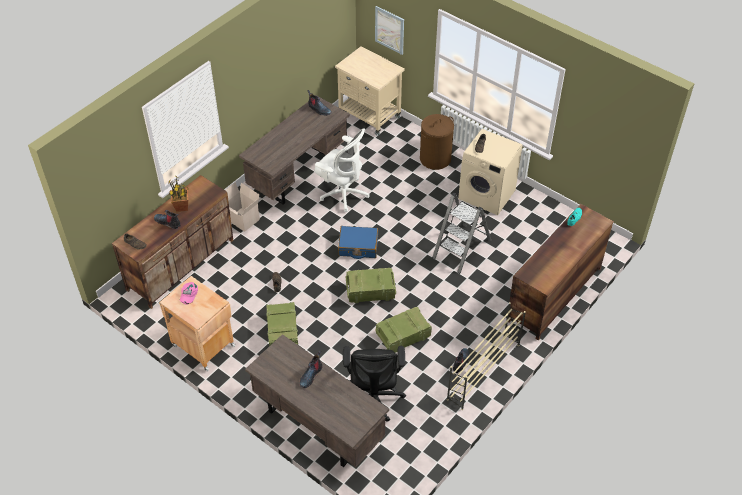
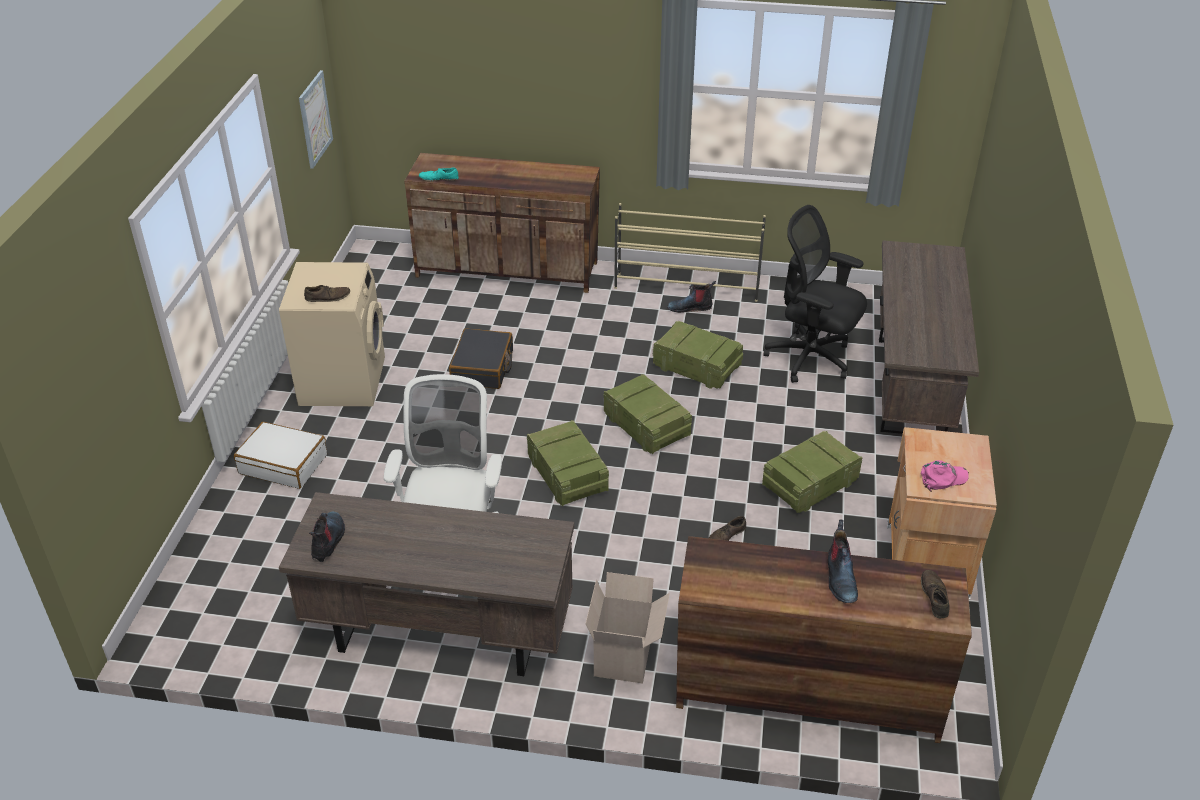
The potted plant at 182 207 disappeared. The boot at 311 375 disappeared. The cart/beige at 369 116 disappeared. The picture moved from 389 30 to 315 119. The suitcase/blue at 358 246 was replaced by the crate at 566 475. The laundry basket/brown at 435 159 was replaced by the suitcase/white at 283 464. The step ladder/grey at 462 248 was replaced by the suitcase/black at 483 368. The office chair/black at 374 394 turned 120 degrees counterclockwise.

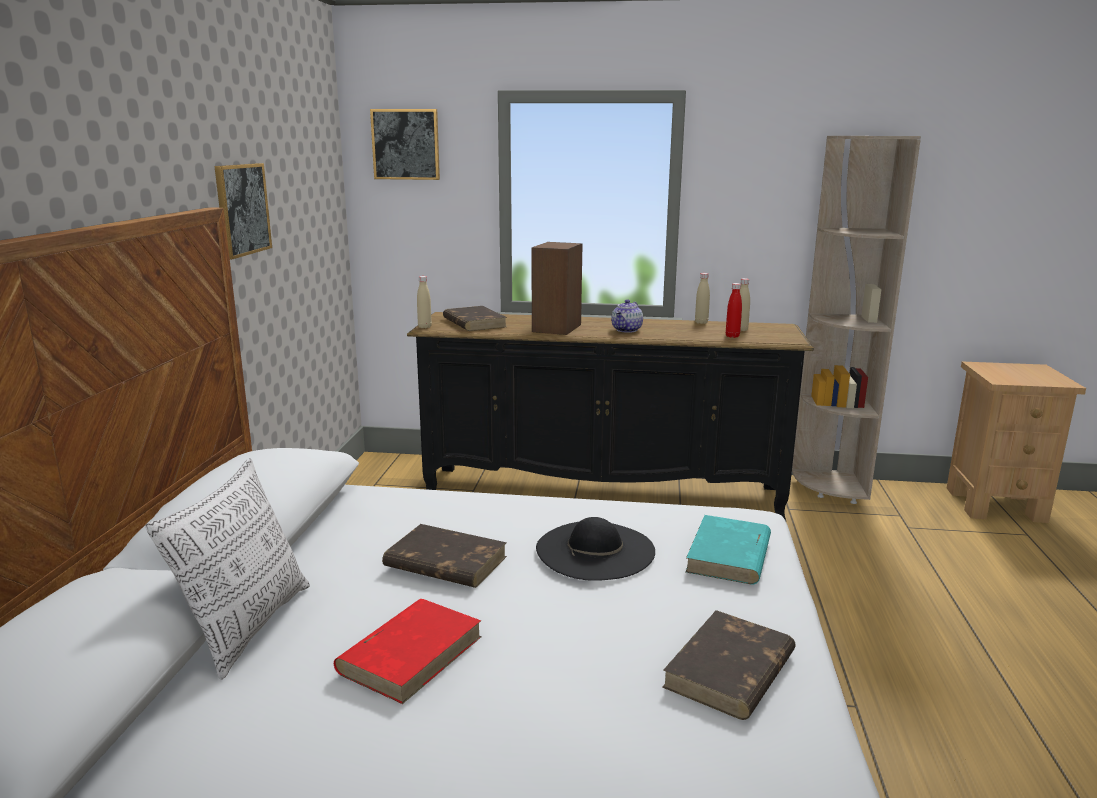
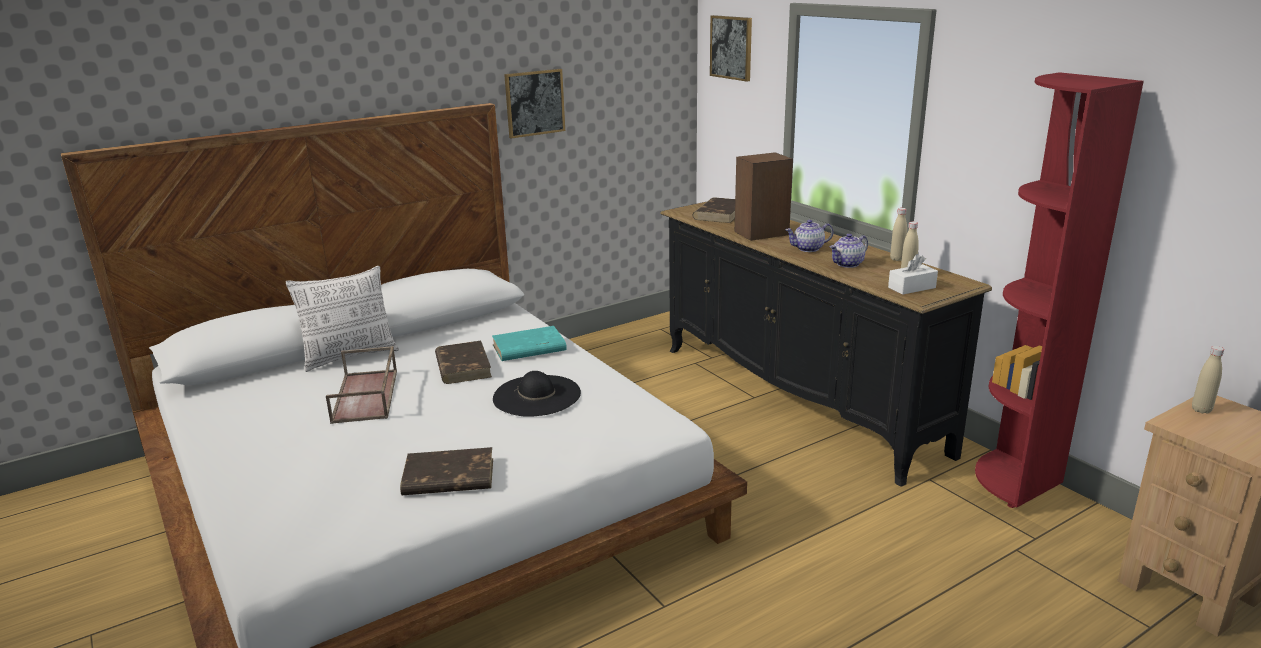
The bottle/red at 732 336 disappeared. The teapot at 847 264 appeared. The tissue box/white at 911 287 appeared. The bottle/beige moved from 424 327 to 1201 410. The book/turquoise moved from 729 555 to 528 348. The book/red at 411 653 was replaced by the tray/brown at 366 396. The bookcase/beige at 830 492 became the bookcase/red at 1009 487.

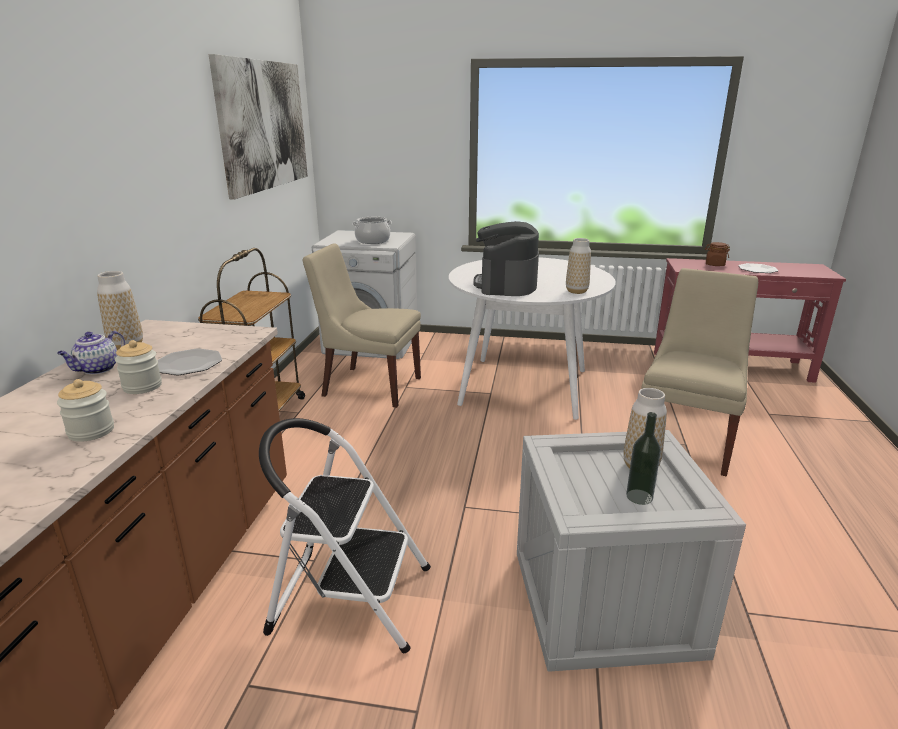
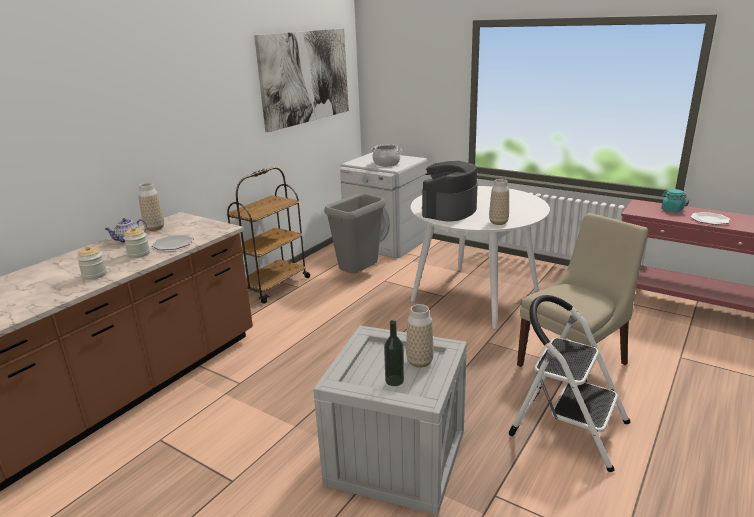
The step ladder moved from 346 598 to 565 427. The chair/beige at 369 386 was replaced by the trash can/grey at 358 276. The jar/brown at 714 264 became the jar/turquoise at 671 210.

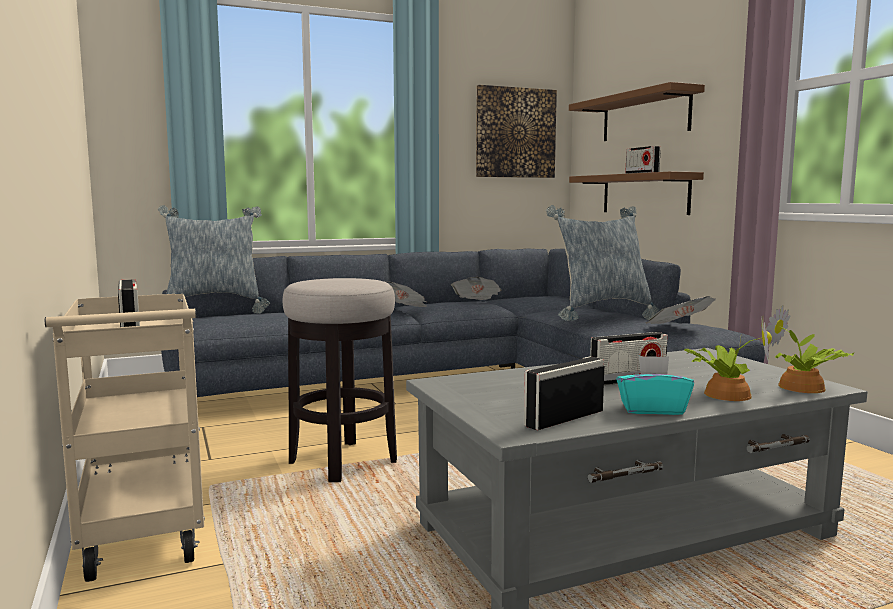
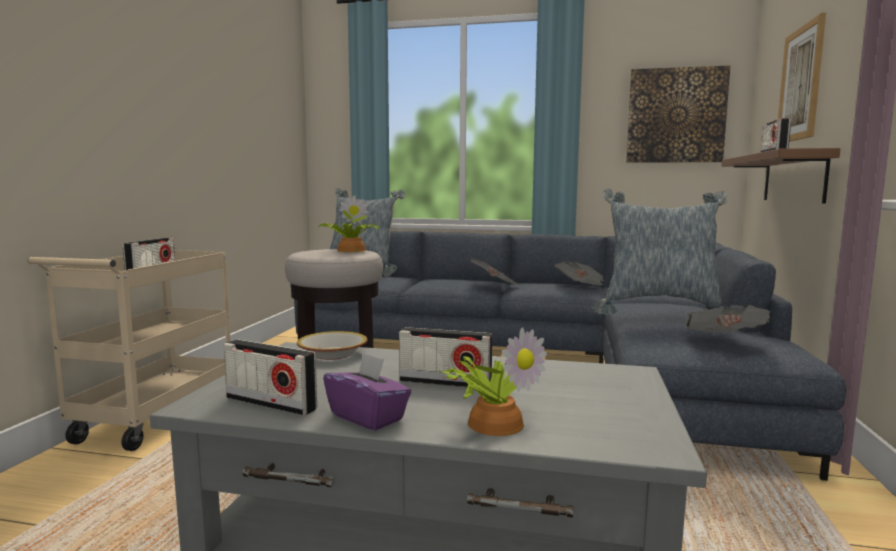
The bowl at 333 354 appeared. The potted plant moved from 803 388 to 350 250. The shelf/brown at 645 116 was replaced by the picture at 800 84. The tissue box/turquoise at 652 409 became the tissue box/purple at 368 417. The radio at 564 418 turned 150 degrees counterclockwise.

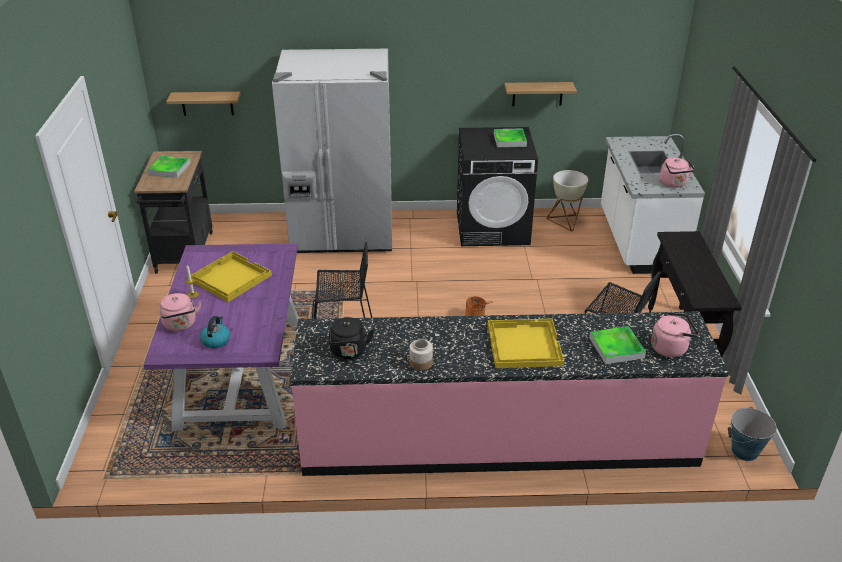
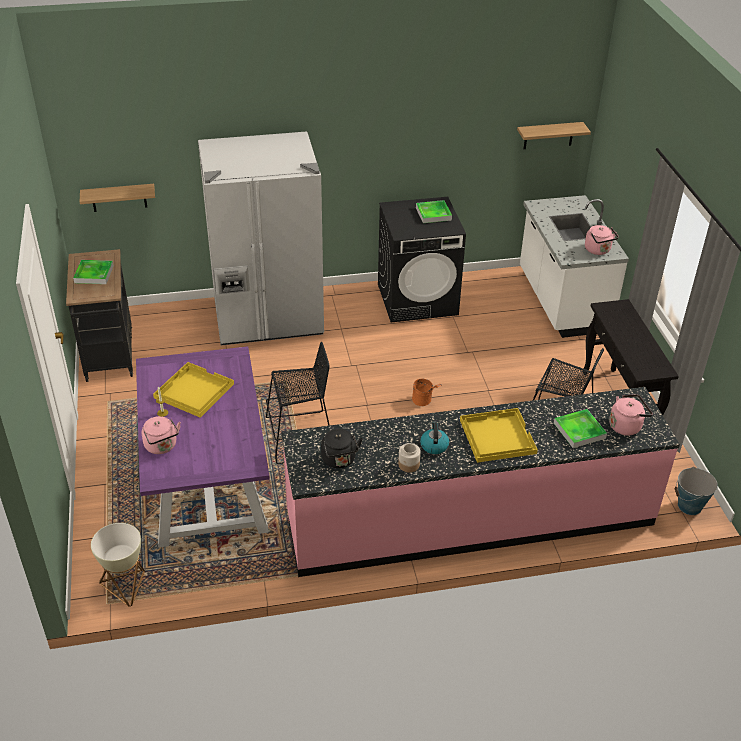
The kettle moved from 216 340 to 434 445. The shelf moved from 537 94 to 548 135. The planter moved from 565 221 to 126 586.

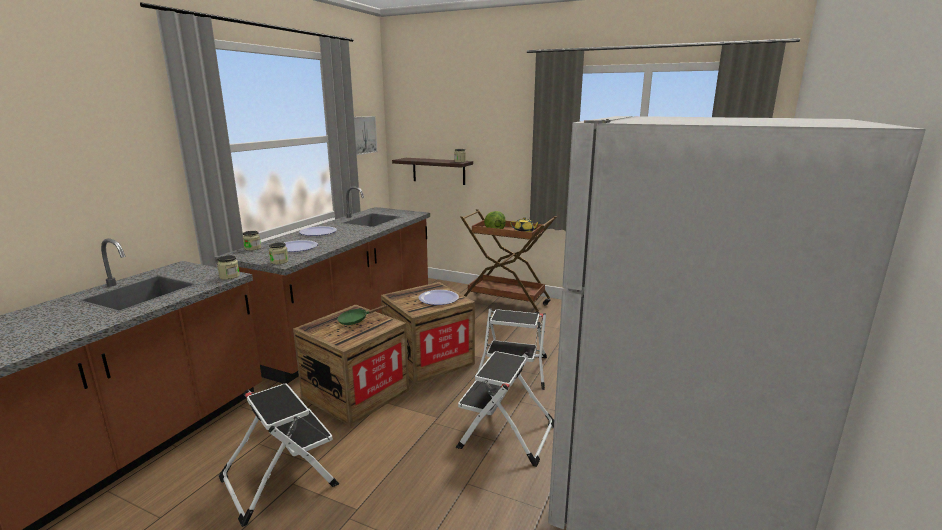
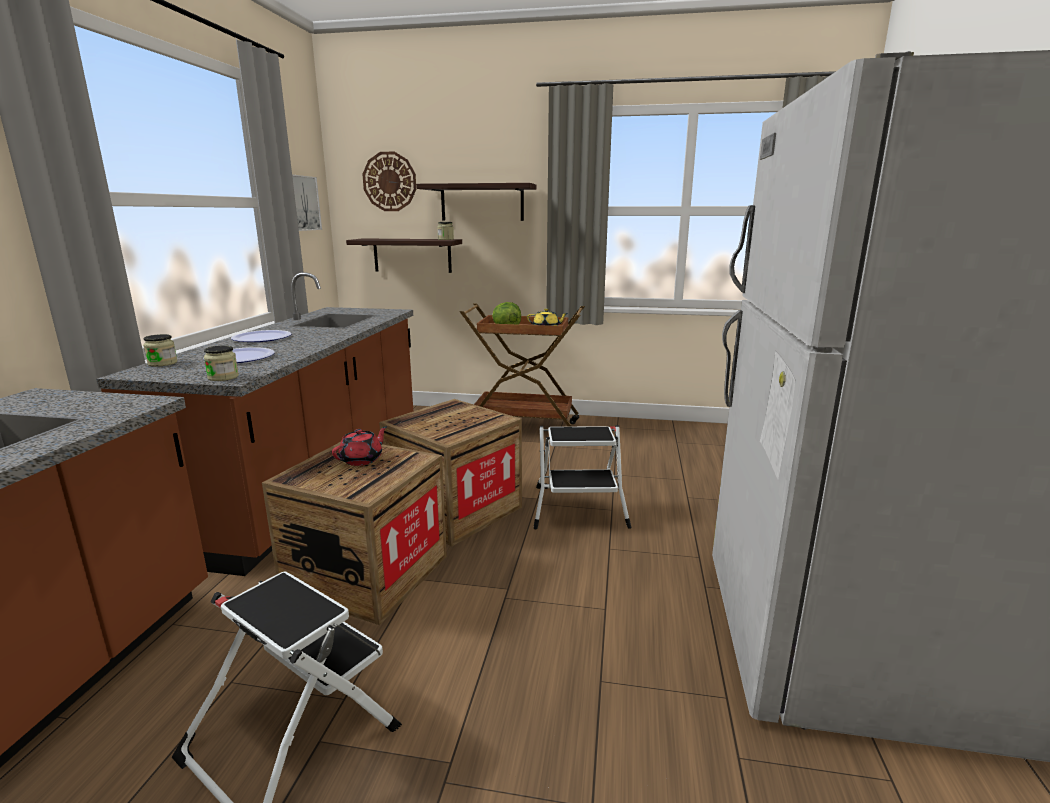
The jar at 229 276 disappeared. The plate at 438 298 disappeared. The step ladder at 506 432 disappeared. The wall clock at 389 181 appeared. The shelf at 482 202 appeared. The frying pan/green at 356 320 was replaced by the teapot/red at 362 459.

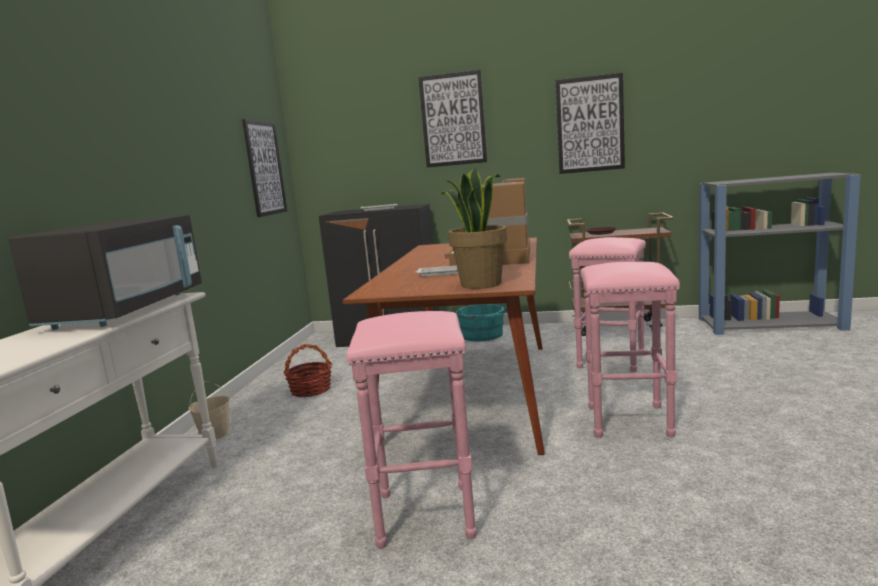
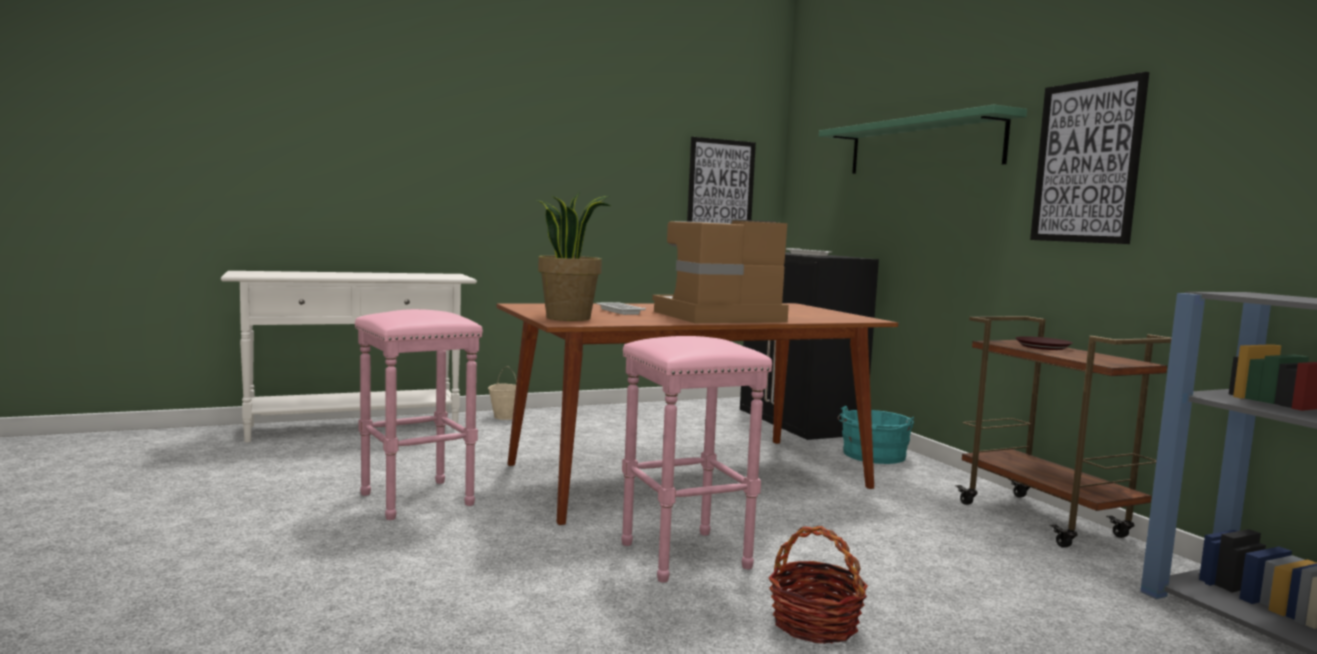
The microwave/black at 128 310 disappeared. The stool/pink at 612 361 disappeared. The basket moved from 310 390 to 814 624. The picture at 453 119 was replaced by the shelf/green at 922 146.

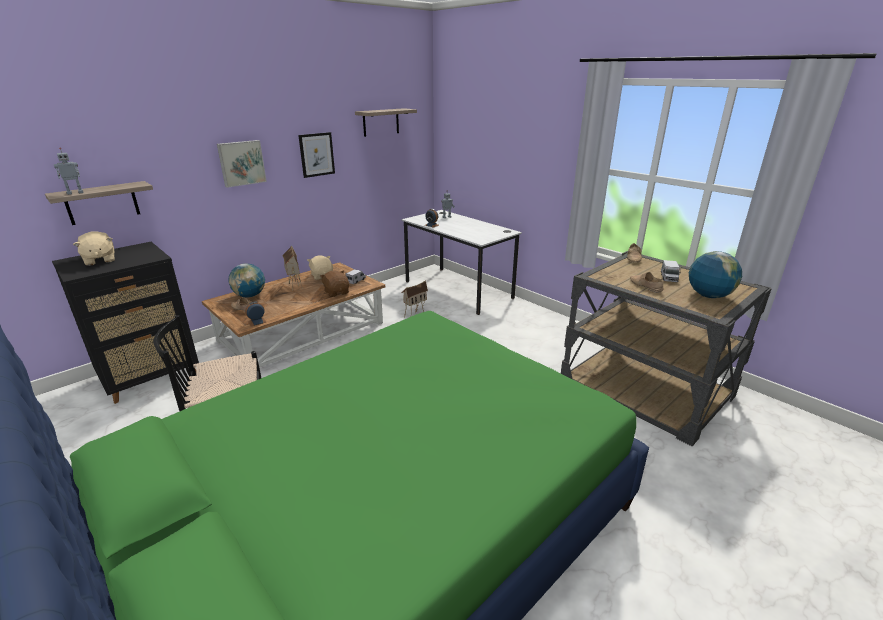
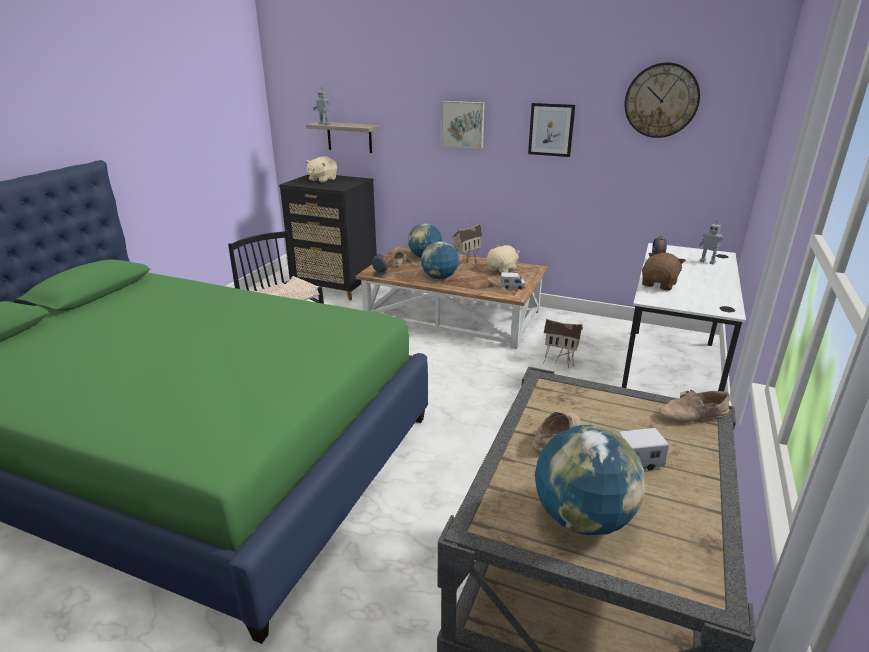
The globe at 439 278 appeared. The plush toy/brown moved from 337 292 to 659 284. The shelf at 381 122 was replaced by the wall clock at 661 100.

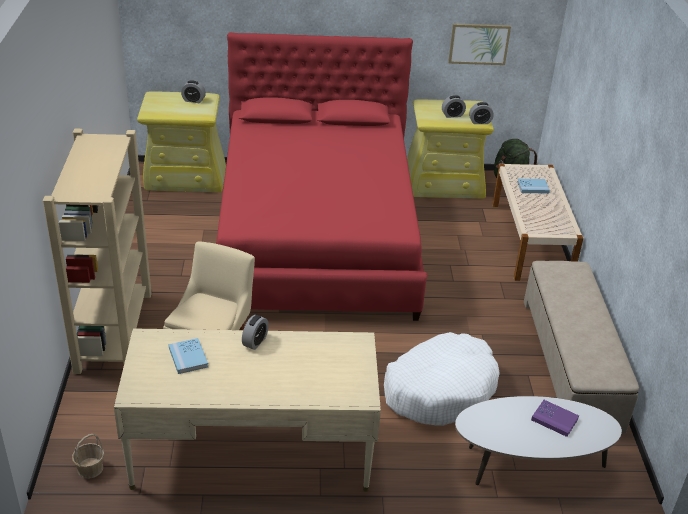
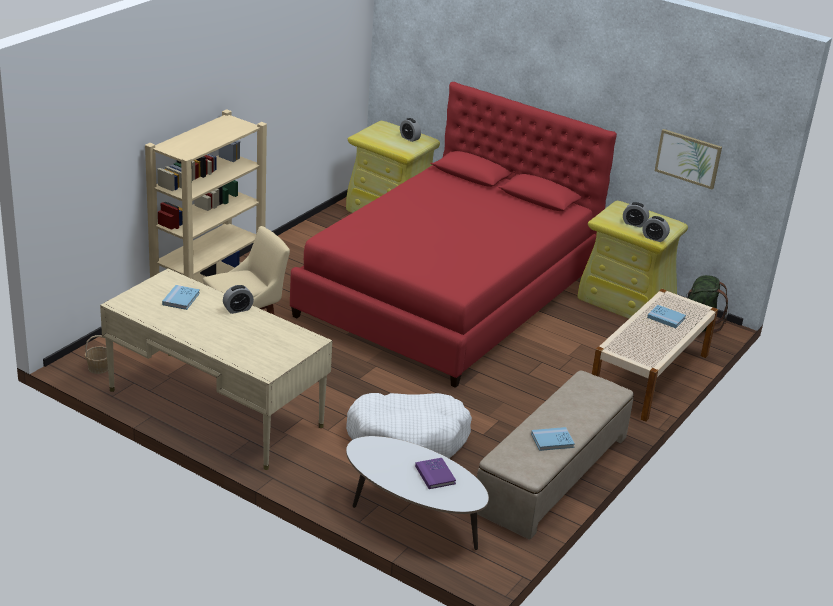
The book/blue at 552 440 appeared.

